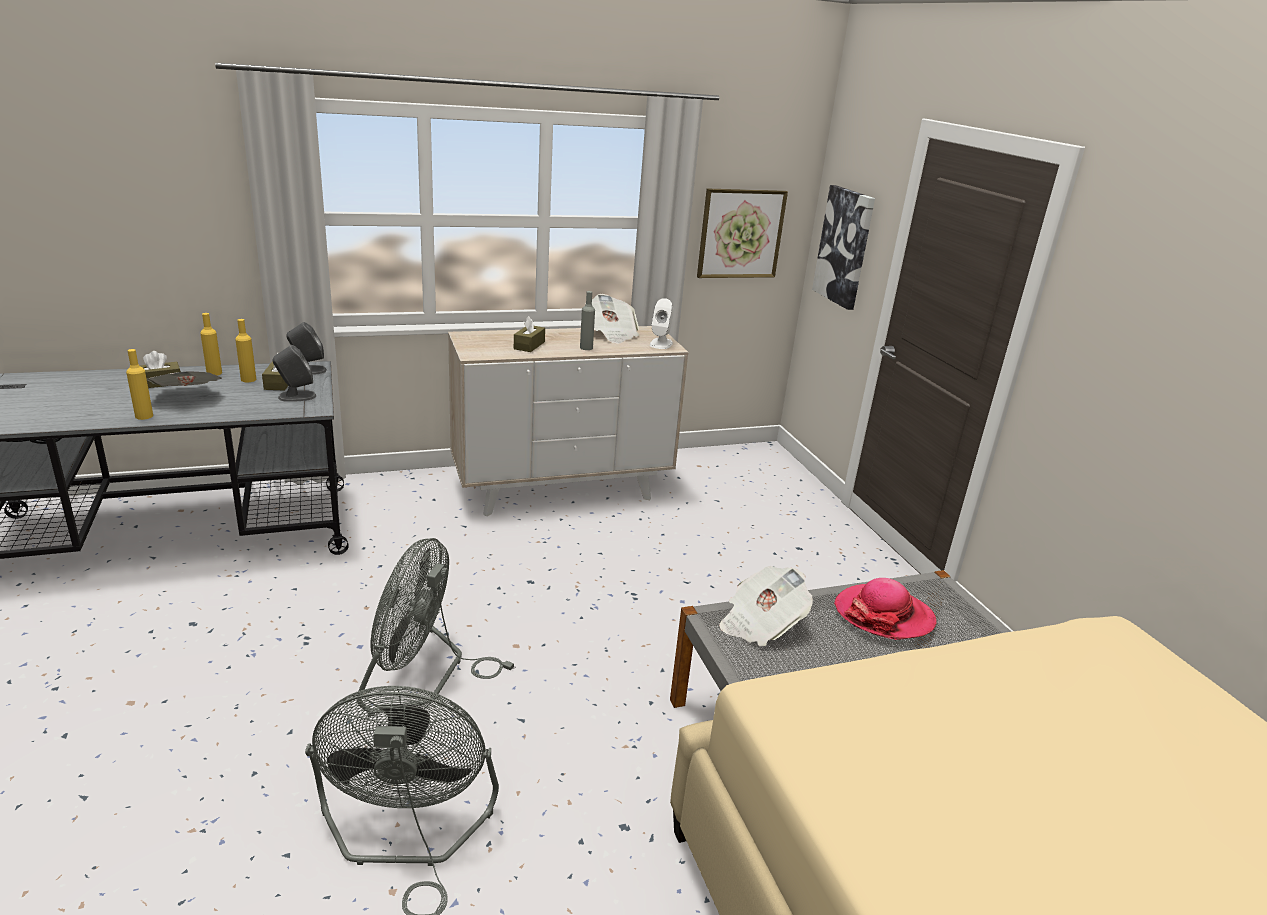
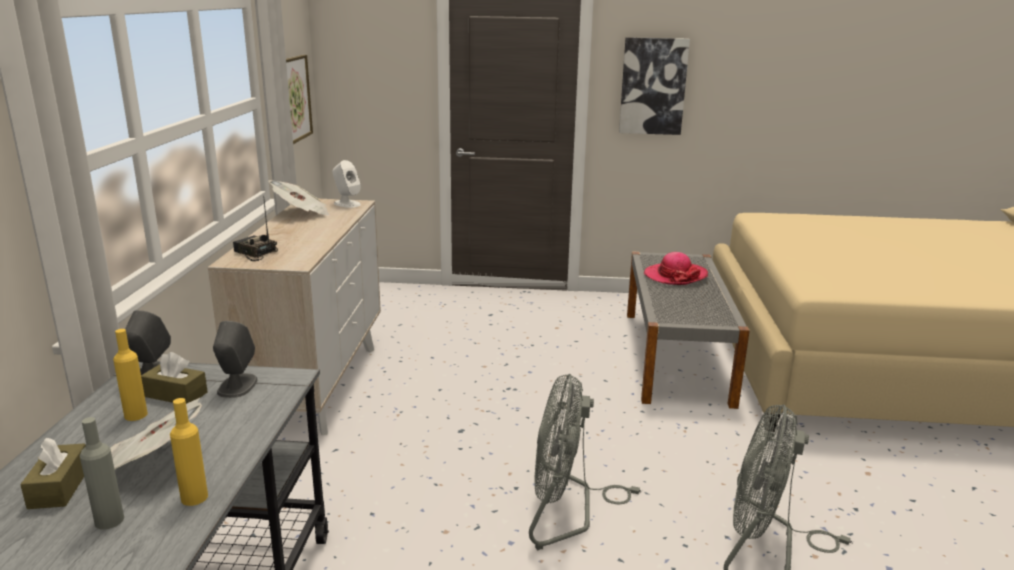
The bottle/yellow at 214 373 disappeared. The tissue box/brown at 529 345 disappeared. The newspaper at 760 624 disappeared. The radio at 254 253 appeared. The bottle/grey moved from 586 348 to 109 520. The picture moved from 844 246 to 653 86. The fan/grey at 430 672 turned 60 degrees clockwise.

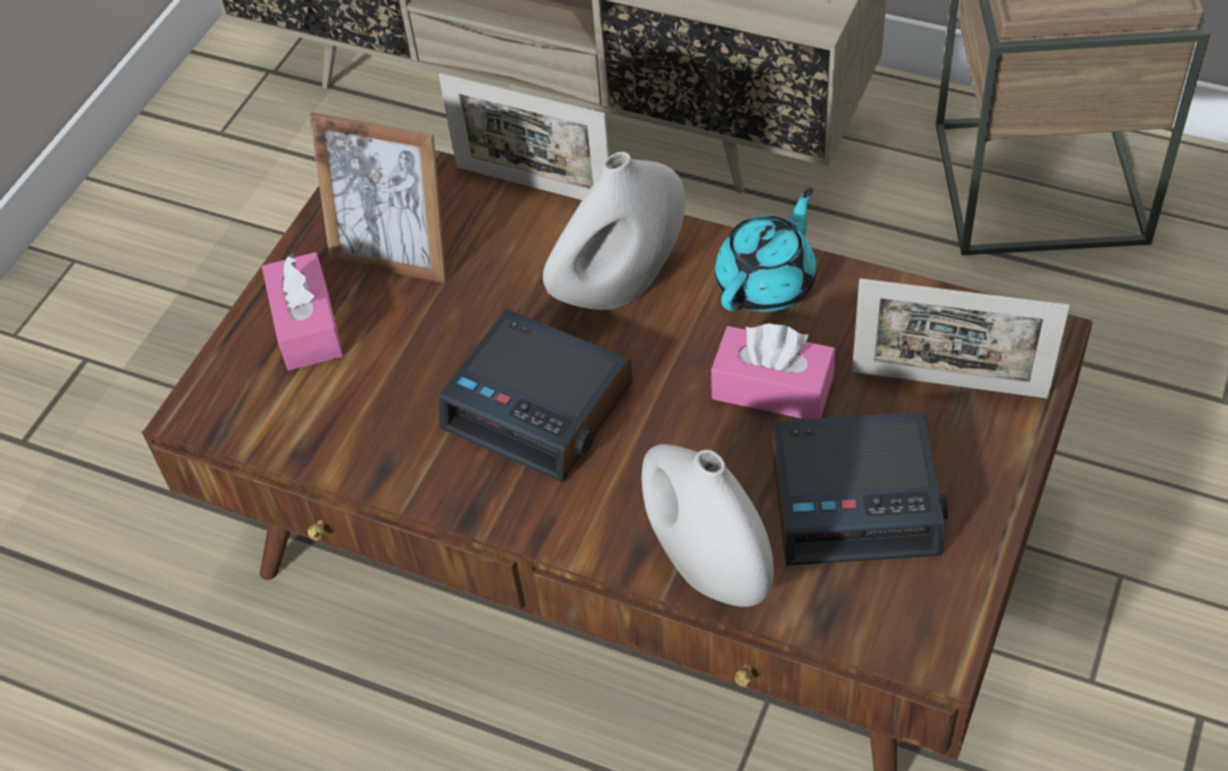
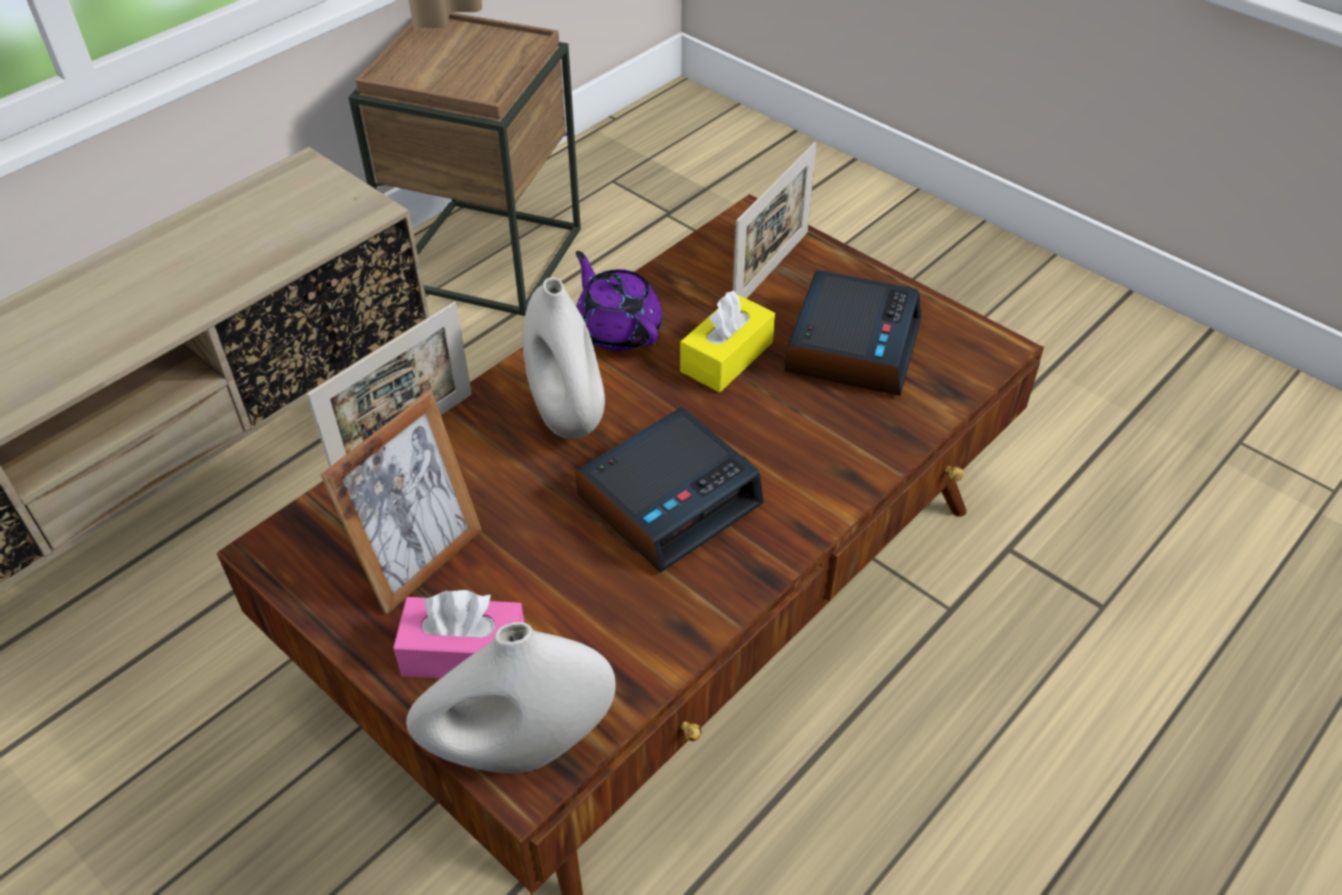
The vase/white moved from 707 566 to 520 748. The tissue box/pink at 772 388 became the tissue box/yellow at 726 357. The teapot/turquoise at 767 282 became the teapot/purple at 618 329.

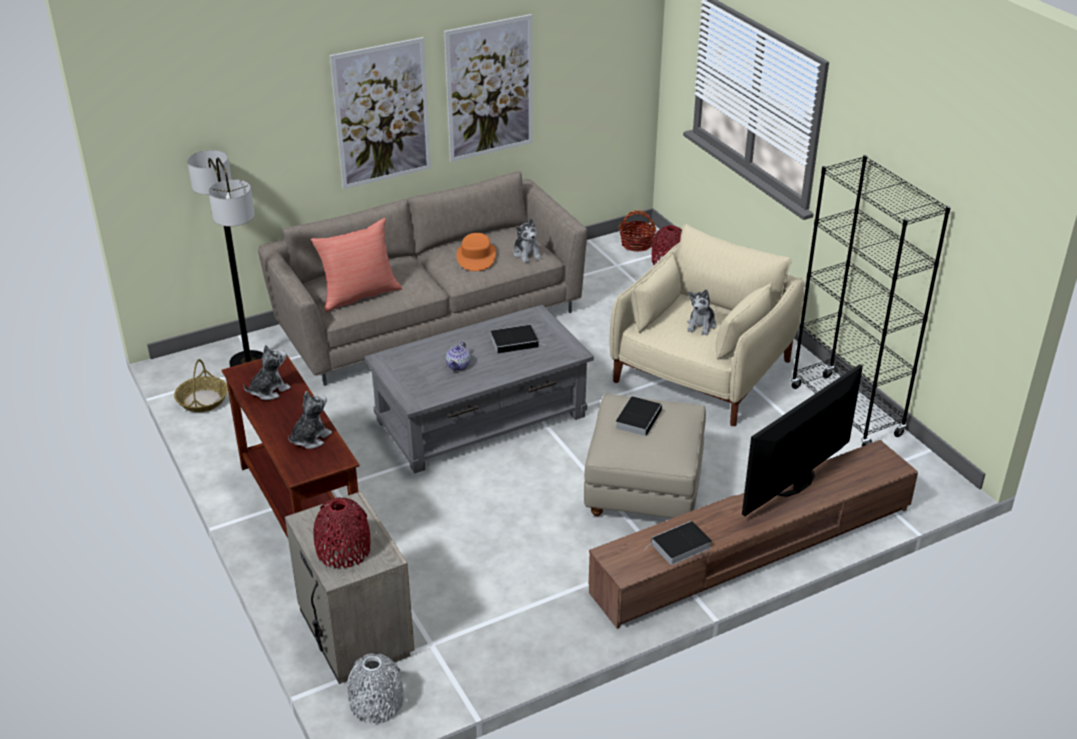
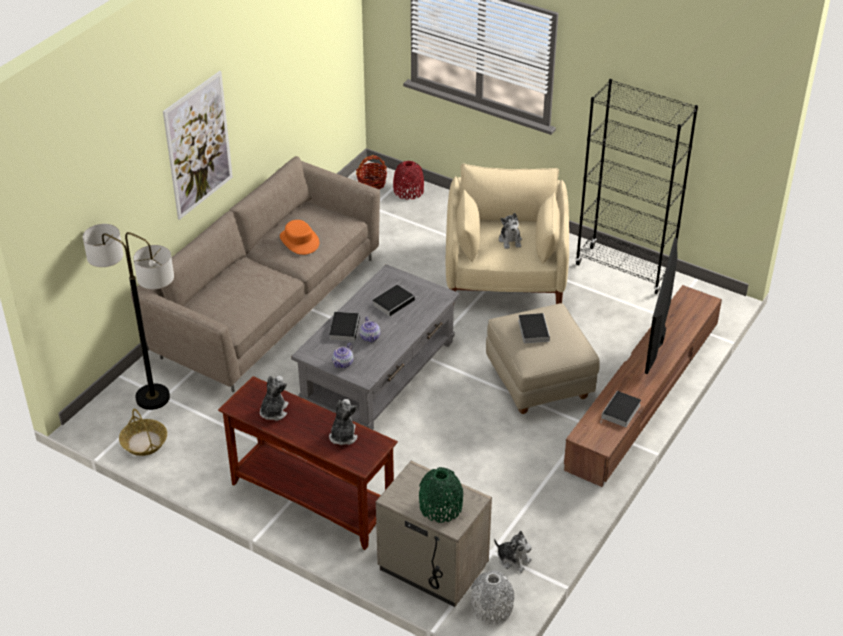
The pillow/red at 359 295 disappeared. The picture at 489 88 disappeared. The book at 344 328 appeared. The teapot at 343 363 appeared. The plush toy moved from 527 254 to 513 559. The vase/red at 343 550 became the vase/green at 440 507.

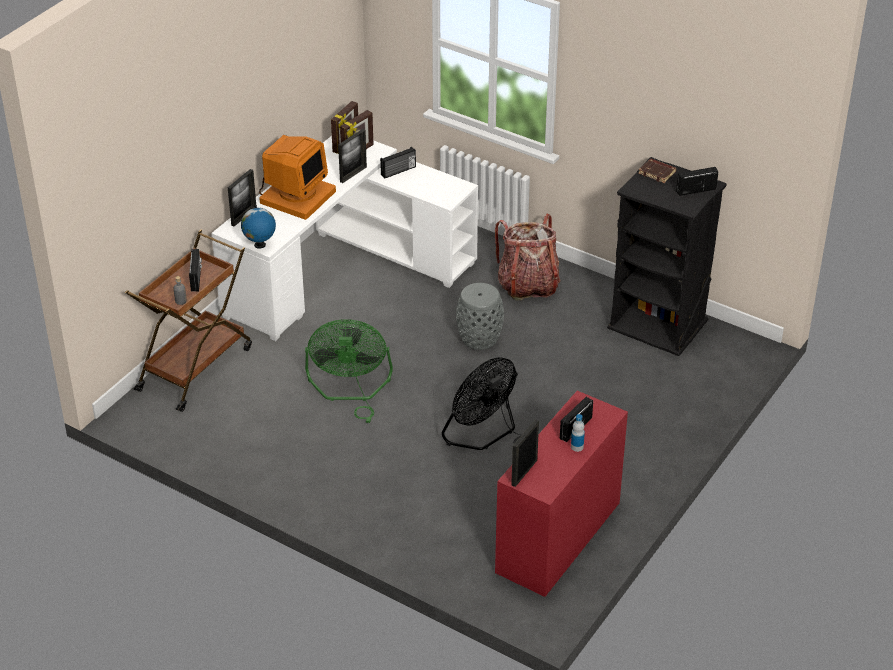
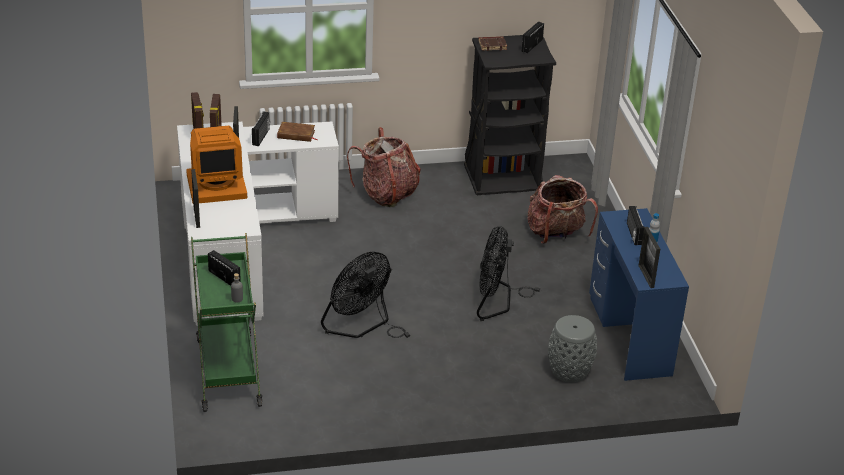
The globe at 259 245 disappeared. The book/brown at 296 134 appeared. The backpack at 556 234 appeared. The stool/grey moved from 479 338 to 569 371. The cart/brown at 196 369 became the cart/green at 228 371. The fan/green at 351 392 became the fan/black at 367 323. The desk/red at 559 537 became the desk/blue at 630 336. The monitor at 296 196 turned 90 degrees clockwise.

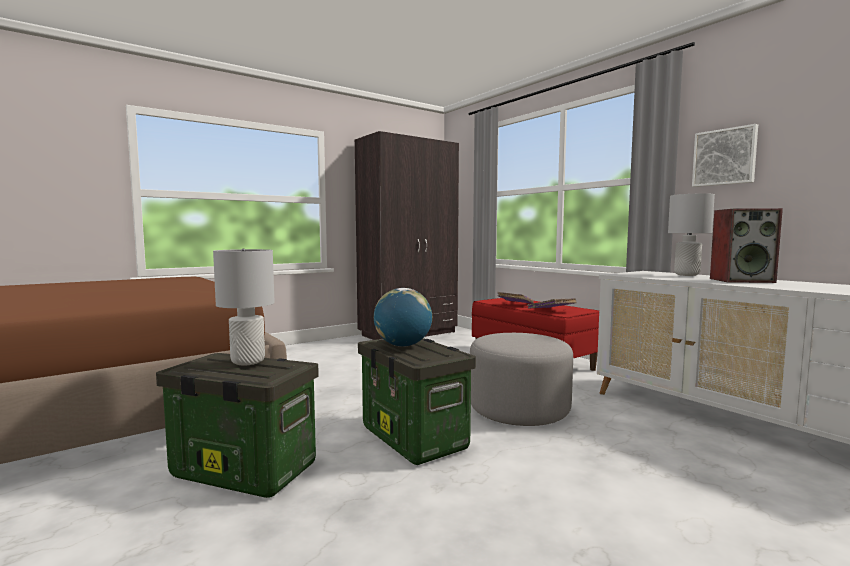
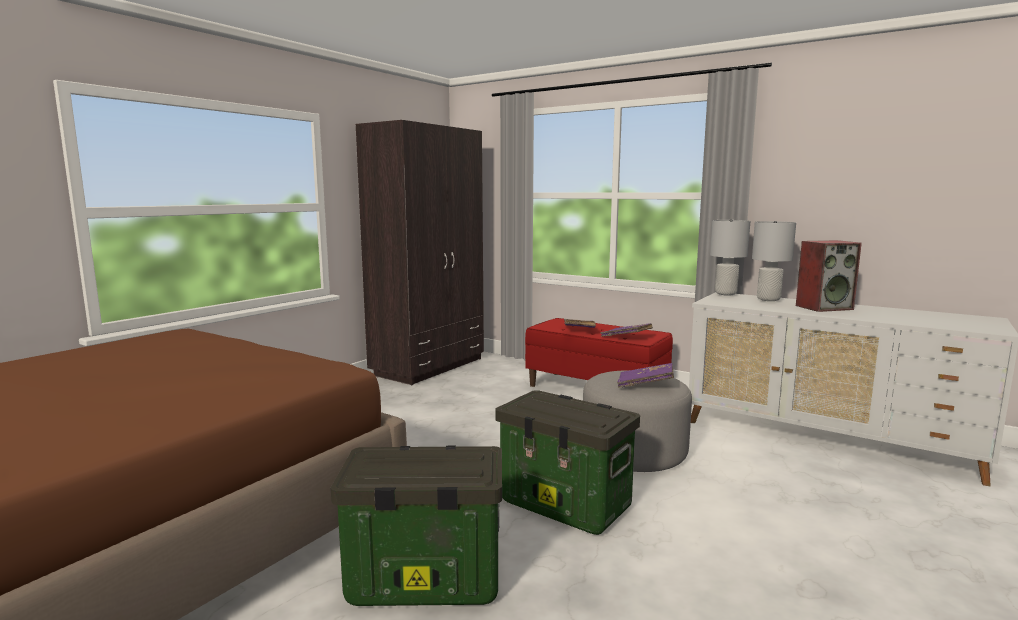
The globe at 403 345 disappeared. The picture at 724 157 disappeared. The book/purple at 645 385 appeared. The table lamp/grey moved from 247 363 to 725 294.

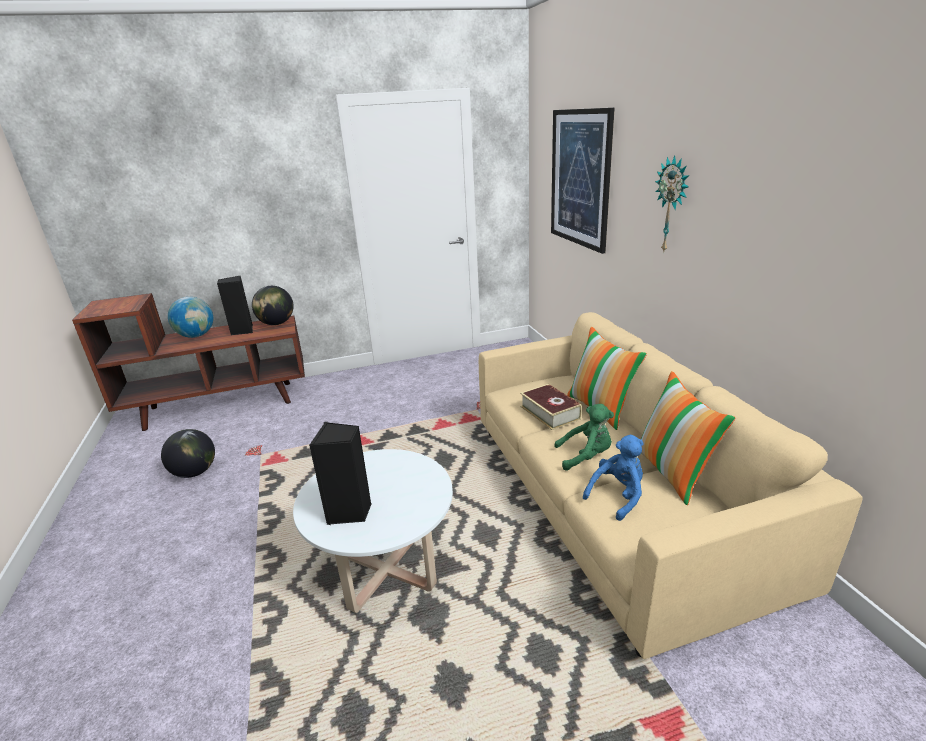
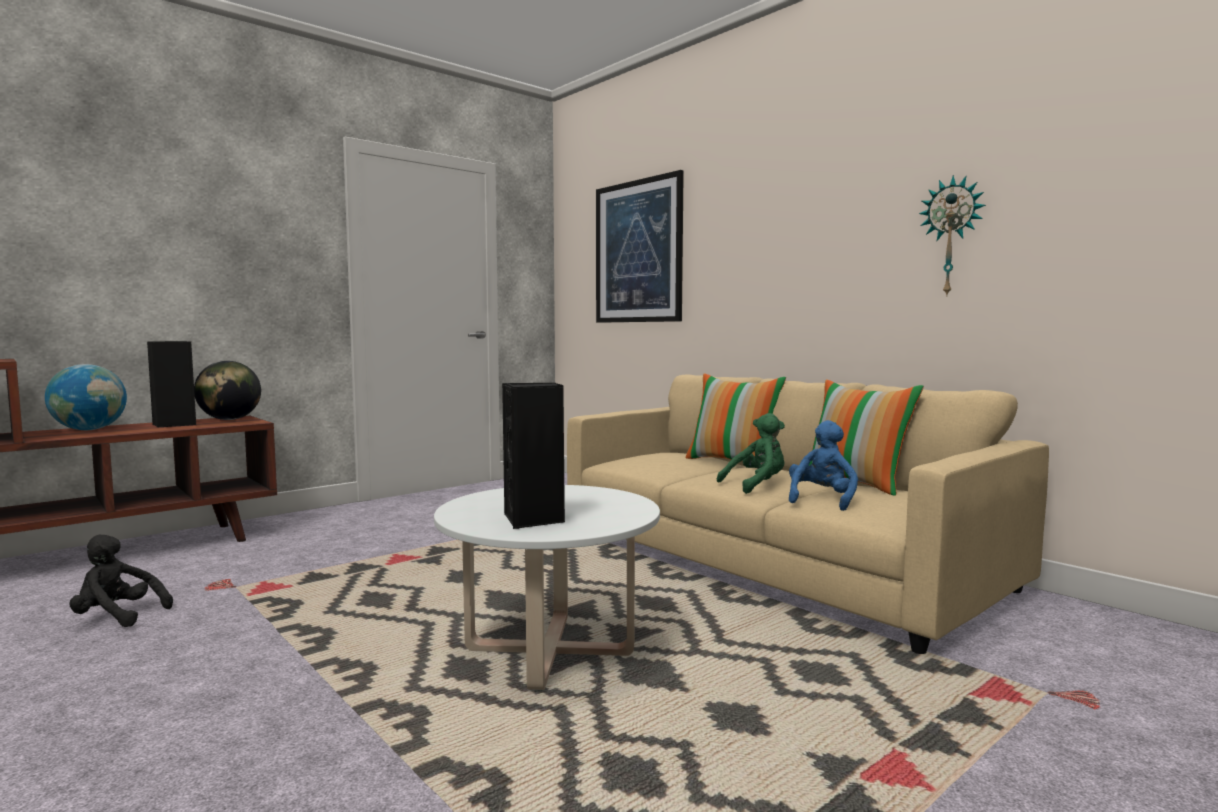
The book at 550 412 disappeared. The wall clock moved from 672 205 to 952 237. The globe at 195 472 was replaced by the plush toy/black at 117 617.

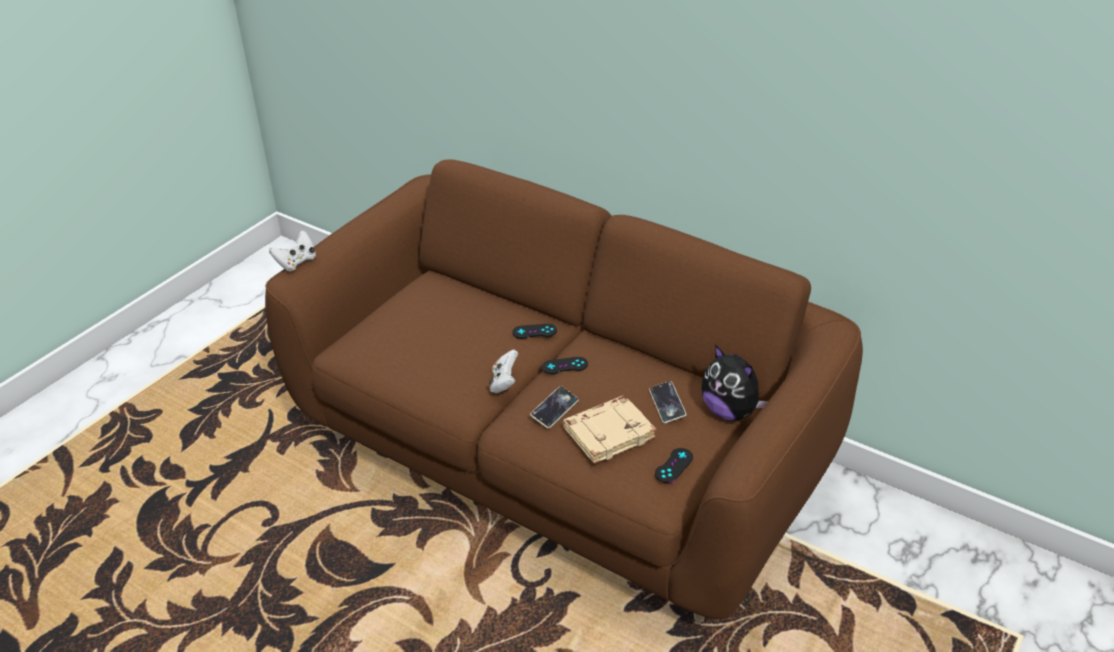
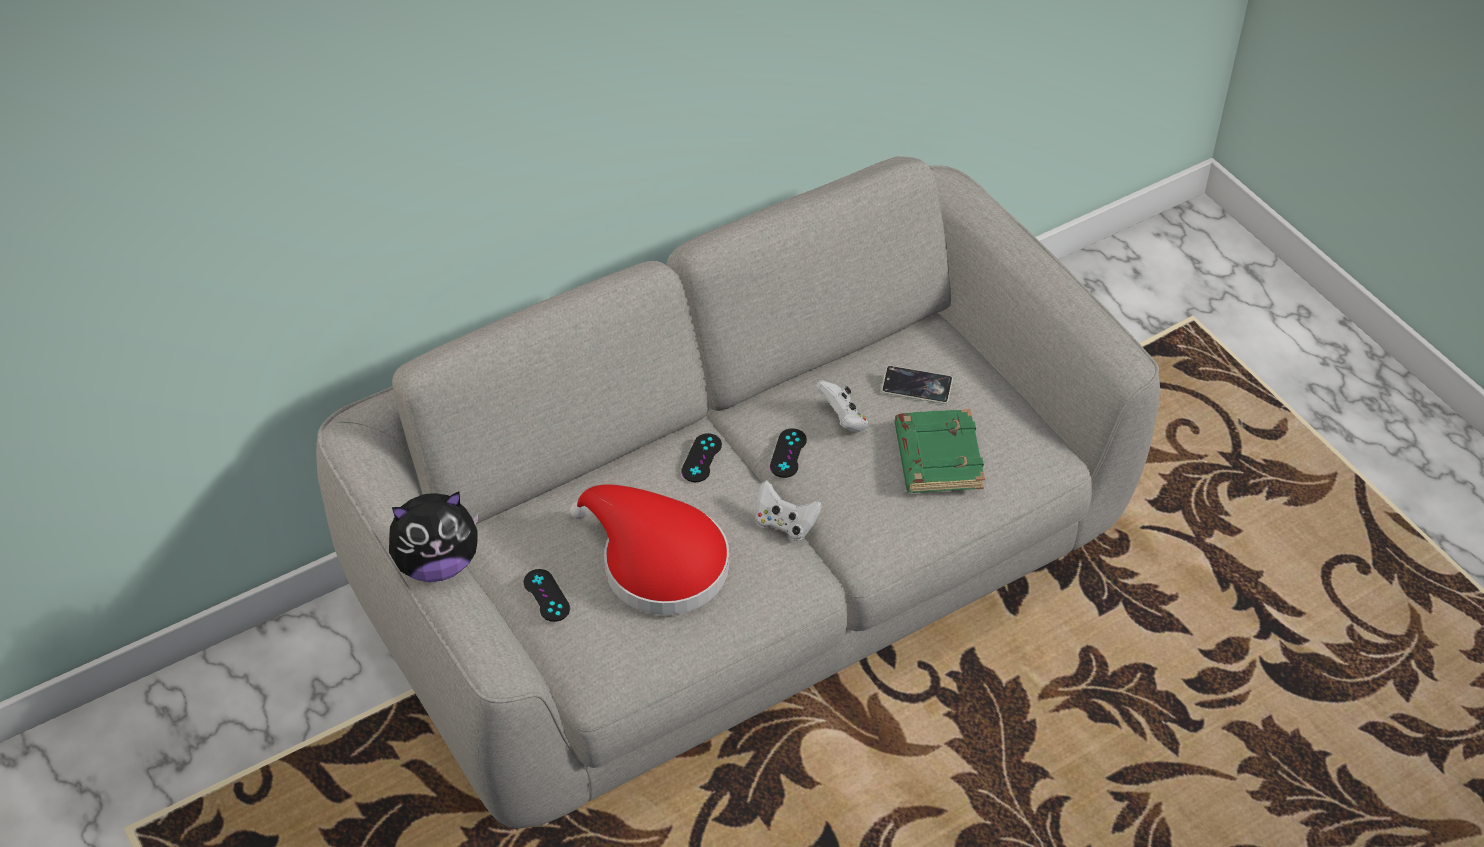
The phone at 554 410 disappeared. The hat/red at 656 562 appeared. The game controller/white moved from 296 262 to 842 419. The game controller/black moved from 674 465 to 546 595. The plush toy moved from 729 411 to 437 564. The sofa/brown at 558 460 became the sofa/grey at 742 586. The book/beige at 609 432 became the book/green at 936 456.

